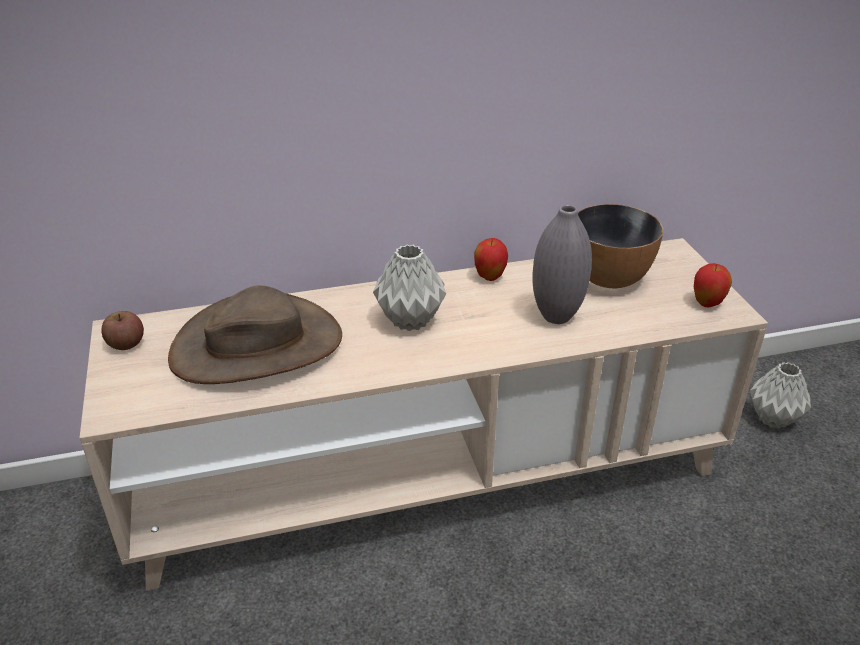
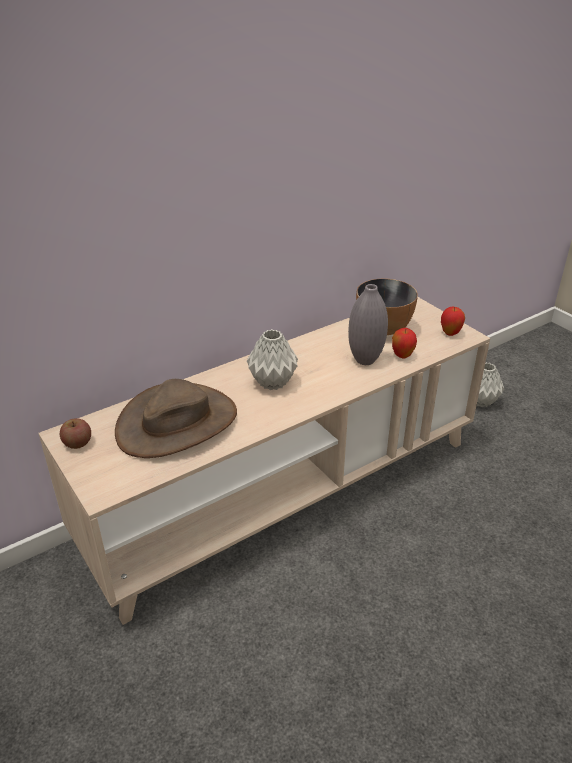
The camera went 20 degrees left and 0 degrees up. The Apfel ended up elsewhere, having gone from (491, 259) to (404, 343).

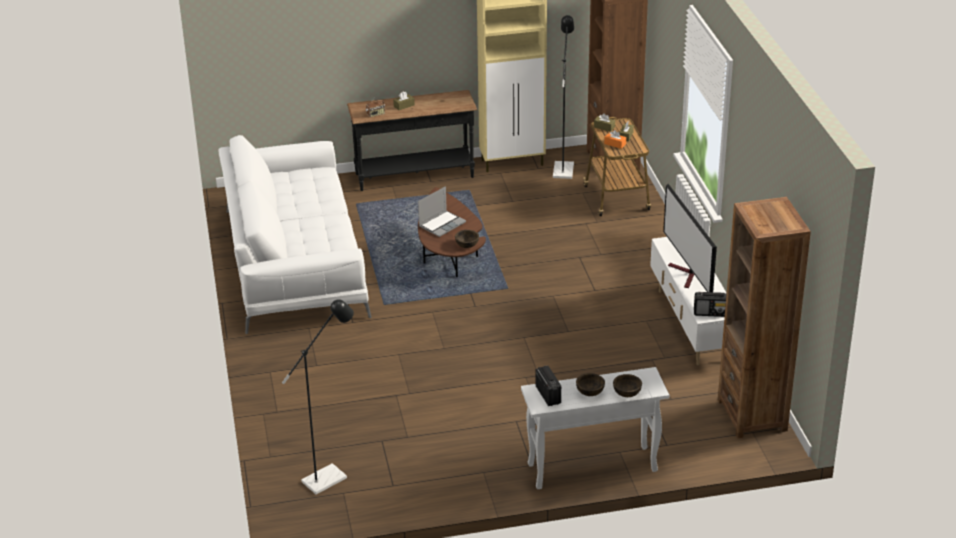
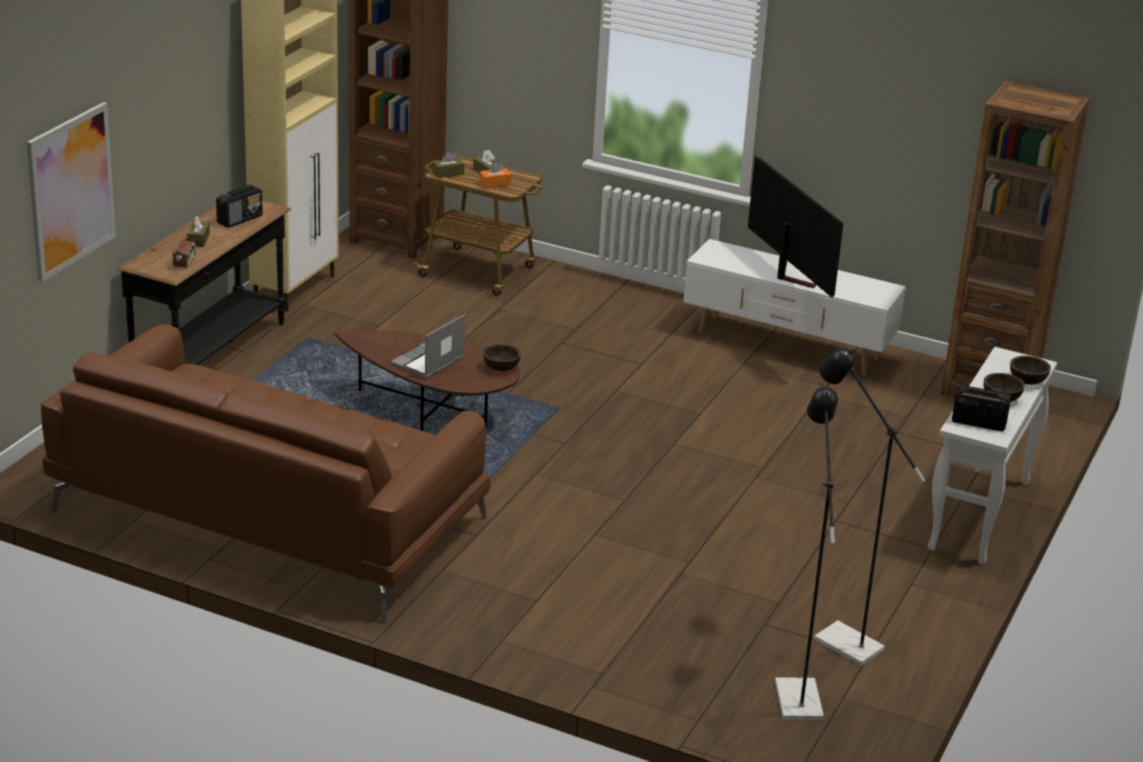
The camera went 55 degrees left and 5 degrees down. What was the Sofa/weiß at (295, 234) turned into the Sofa/braun at (266, 473). The Laptop at (442, 211) ended up facing another way, 135 degrees counterclockwise from before. The Stehlampe/schwarz ended up elsewhere, having gone from (563, 97) to (870, 506). The Fernseher at (690, 238) ended up facing another way, 135 degrees counterclockwise from before. The Radio ended up elsewhere, having gone from (710, 304) to (239, 206). The second view gained the Bild at (71, 192).

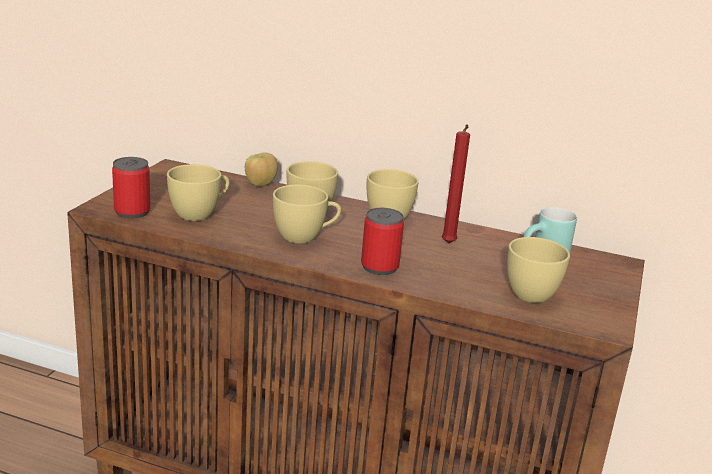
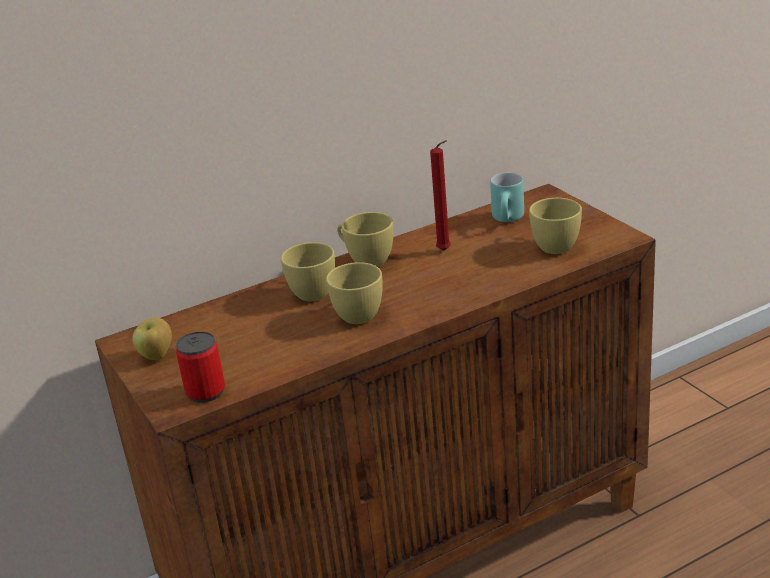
The camera went 45 degrees left and 5 degrees up. The second view lost the Tasse/gelb at (198, 192). The Apfel ended up elsewhere, having gone from (261, 170) to (152, 339). The second view lost the Dose at (382, 241).

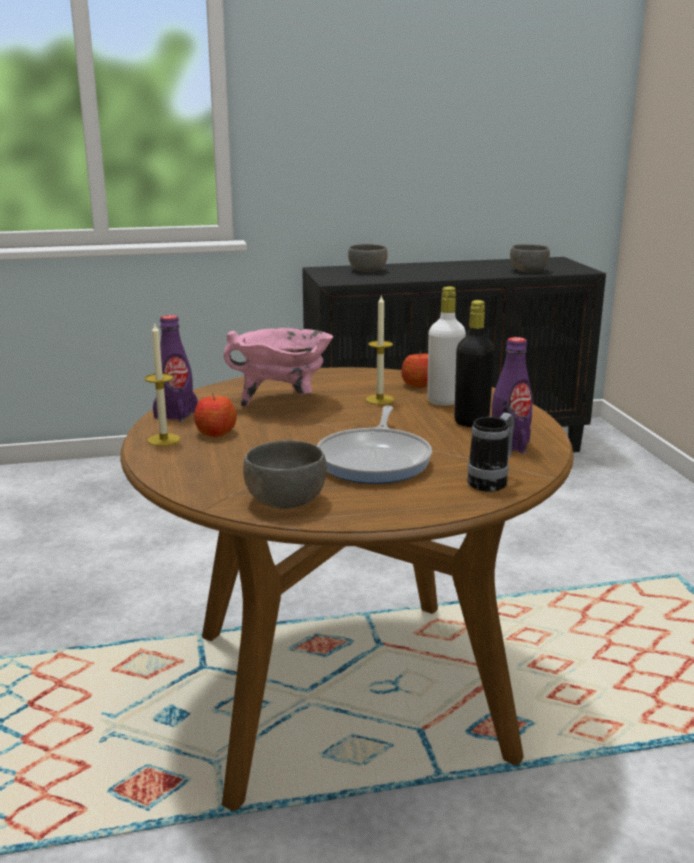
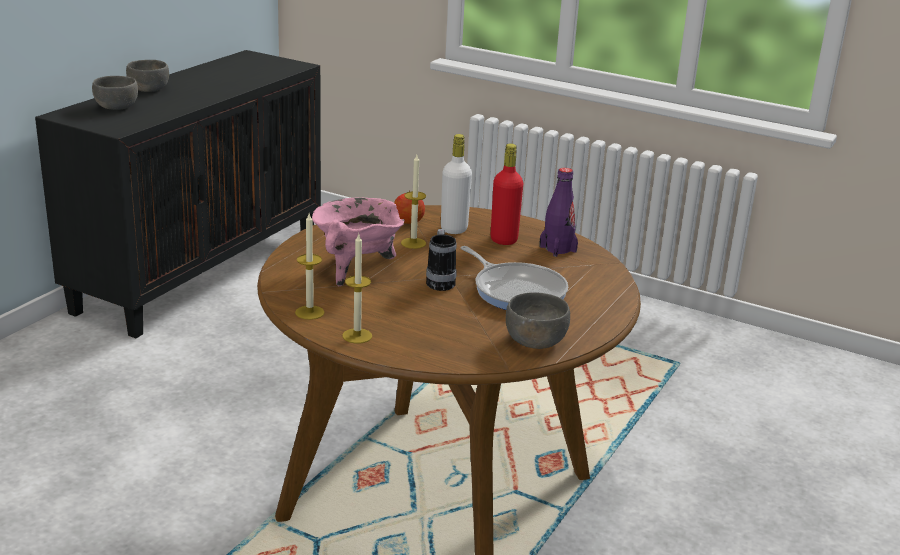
The camera went 50 degrees left and 5 degrees up. Where the Flasche/lila stood at (175, 368), the Kerze came to stand at (310, 267). The second view lost the Apfel at (215, 415). What was the Flasche/schwarz at (474, 363) turned into the Flasche/rot at (507, 194). The Henkelbecher ended up elsewhere, having gone from (490, 452) to (441, 260). The Schüssel/grau ended up elsewhere, having gone from (530, 258) to (147, 76).

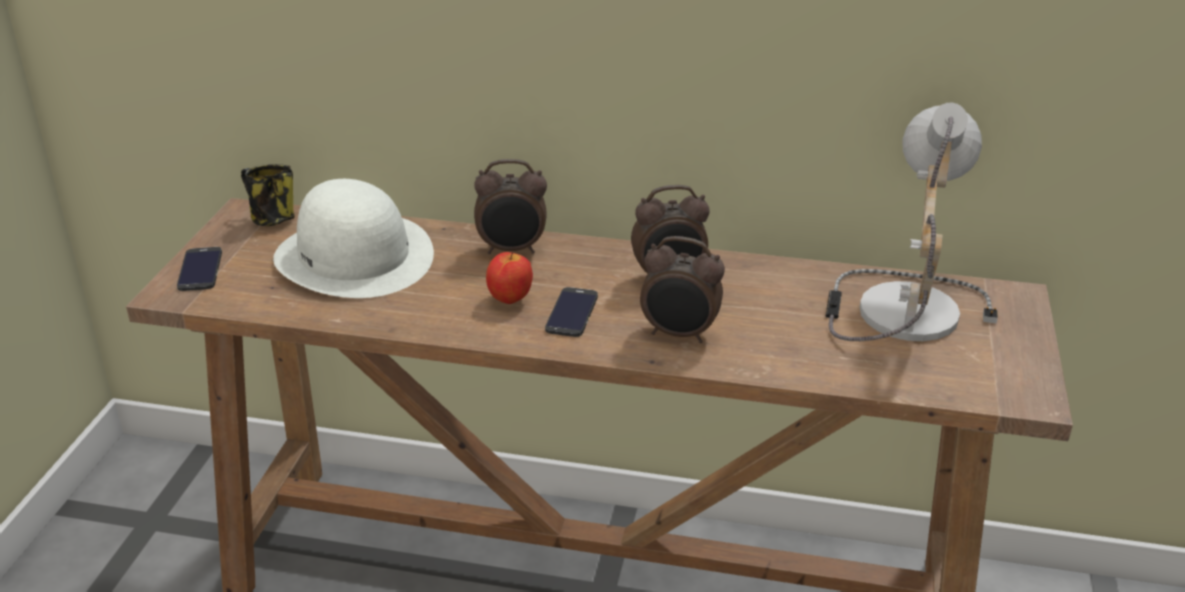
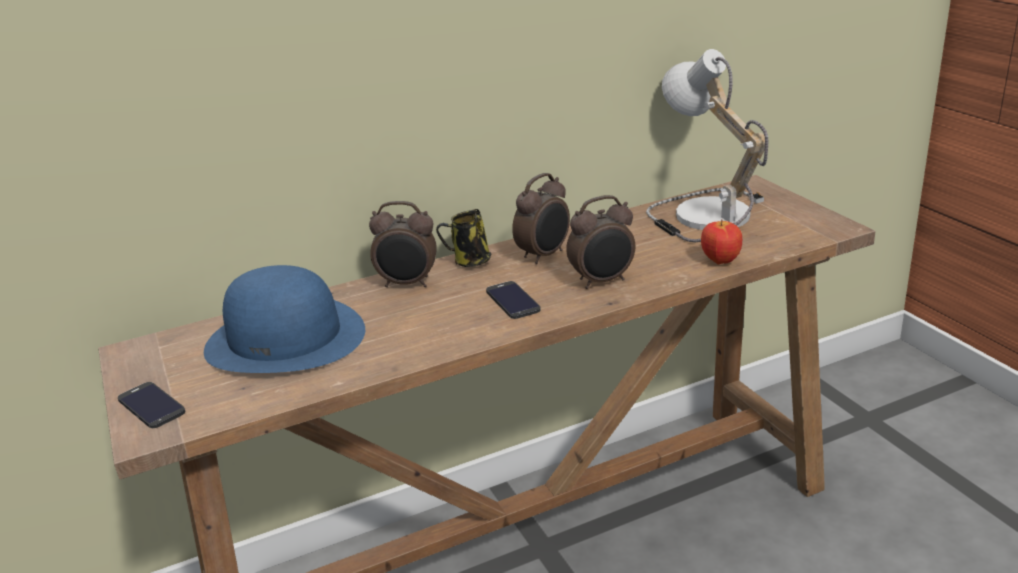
The camera went 35 degrees left and 5 degrees down. The Henkelbecher ended up elsewhere, having gone from (268, 195) to (464, 238). What was the Hut/weiß at (353, 238) turned into the Hut/blau at (284, 319). The Wecker at (510, 206) ended up facing another way, 45 degrees clockwise from before. The Apfel ended up elsewhere, having gone from (509, 278) to (721, 241).

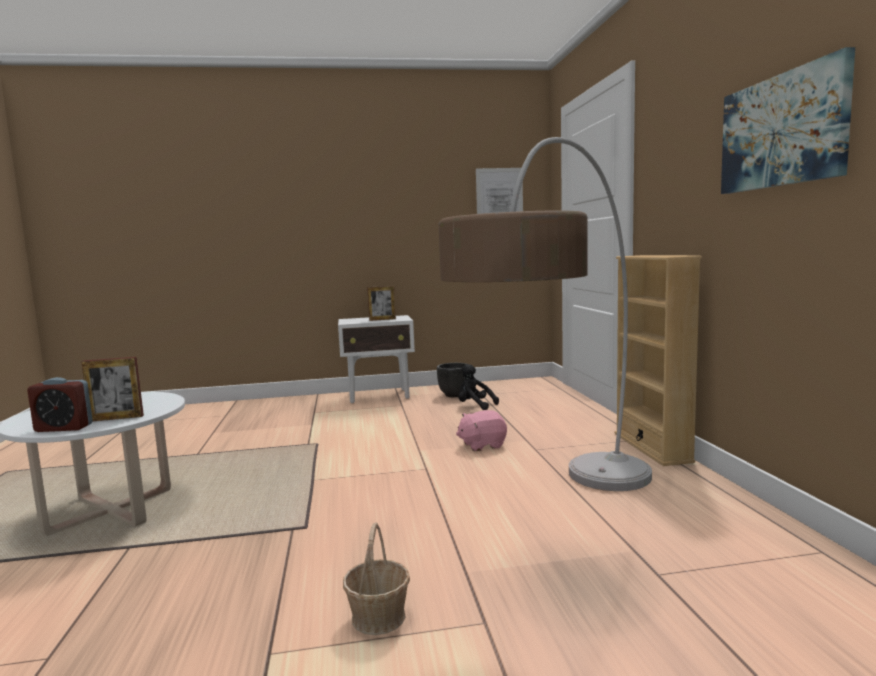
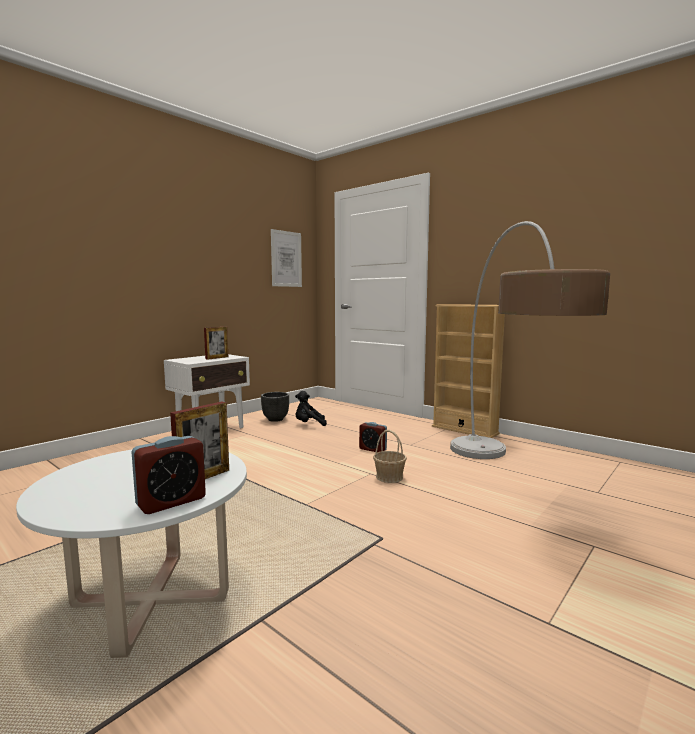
The camera went 40 degrees left and 0 degrees up. The Korb ended up elsewhere, having gone from (376, 579) to (390, 456). Where the Plüschtier/rosa stood at (481, 430), the Wecker came to stand at (373, 437). The second view lost the Bild at (788, 120).

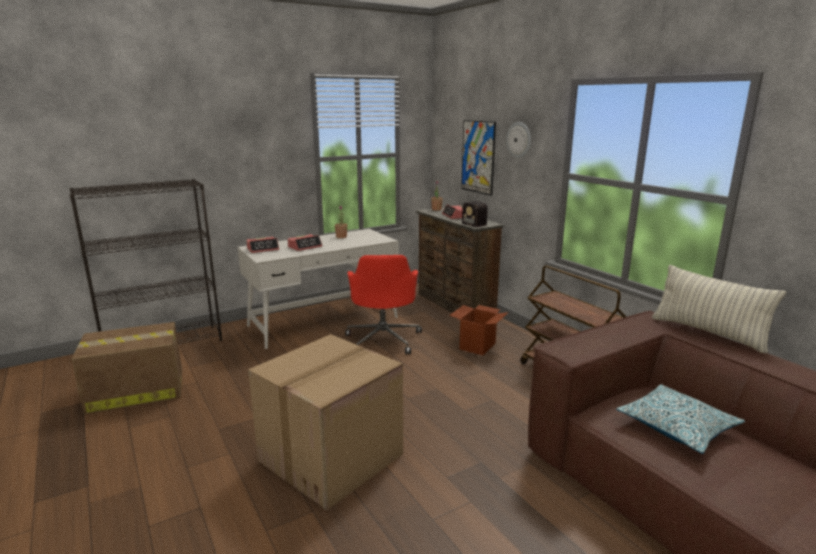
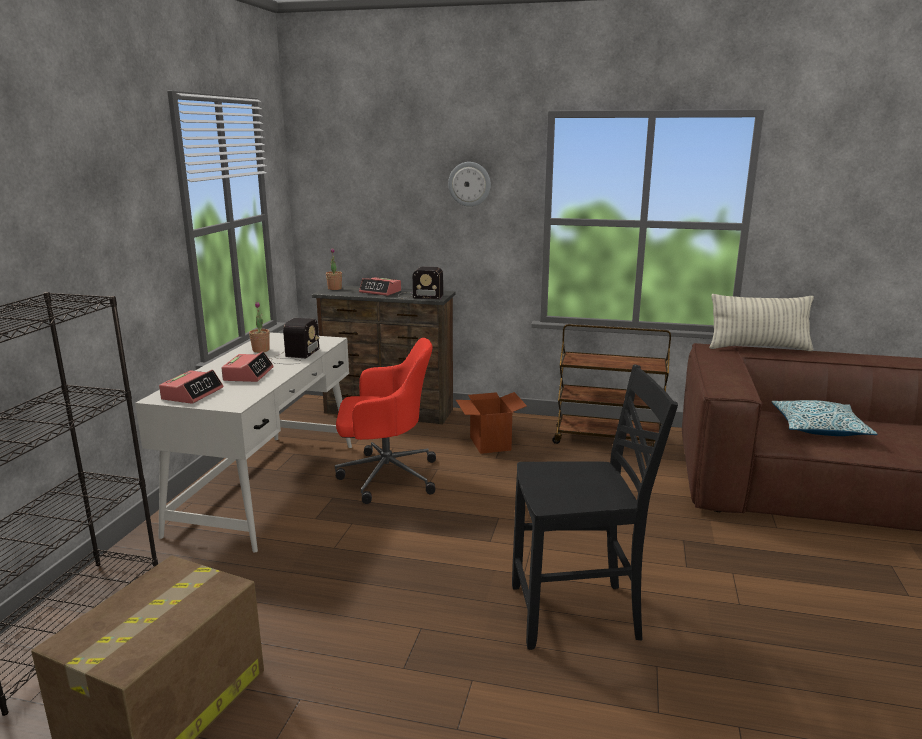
The camera went 45 degrees left and 0 degrees up. Where the Karton stood at (325, 422), the Stuhl/schwarz came to stand at (595, 507). The Bürostuhl/rot at (383, 304) ended up facing another way, 45 degrees counterclockwise from before. The second view lost the Bild at (478, 158). The second view gained the Radio at (295, 341).

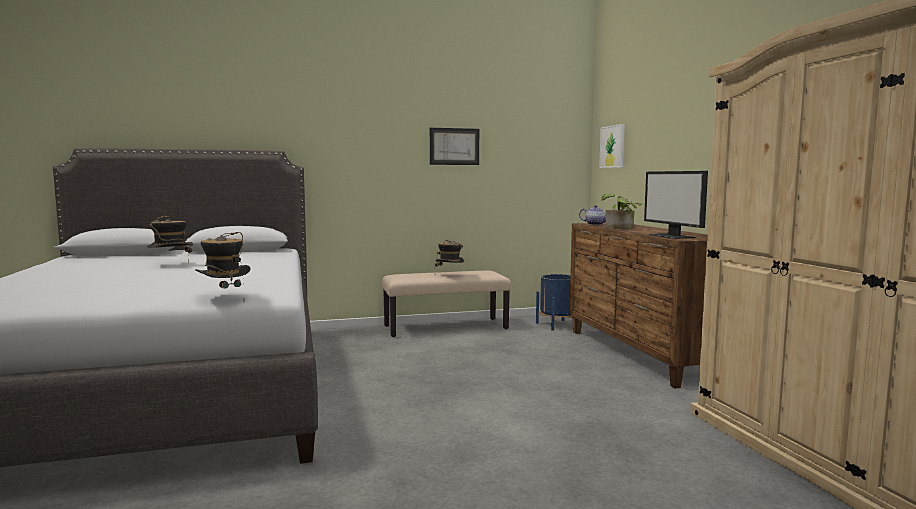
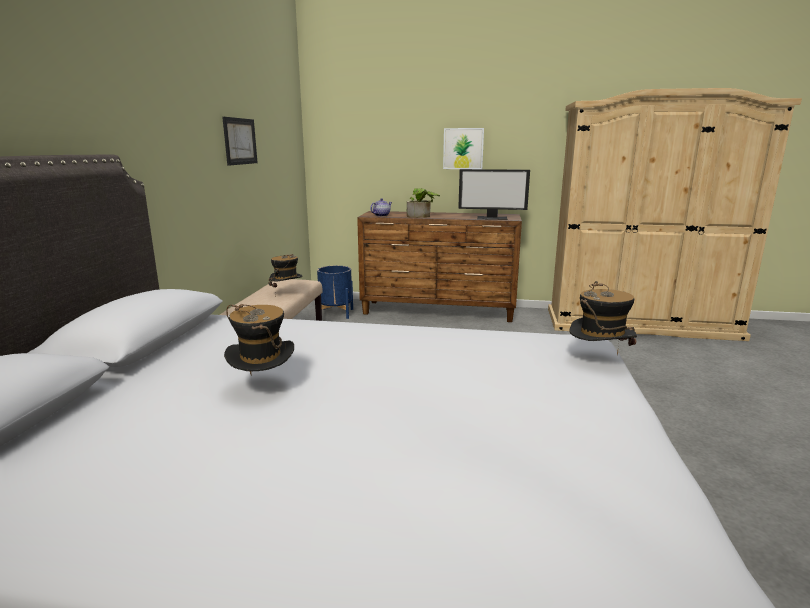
The camera went 65 degrees left and 10 degrees up. The Bild ended up elsewhere, having gone from (612, 146) to (463, 148).

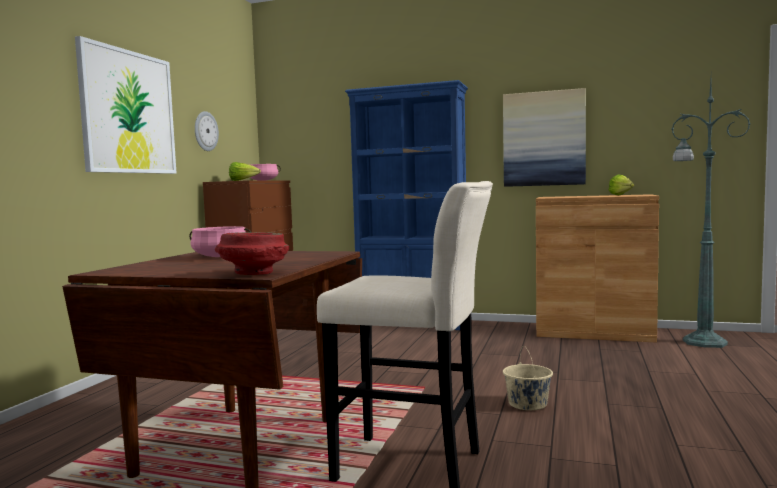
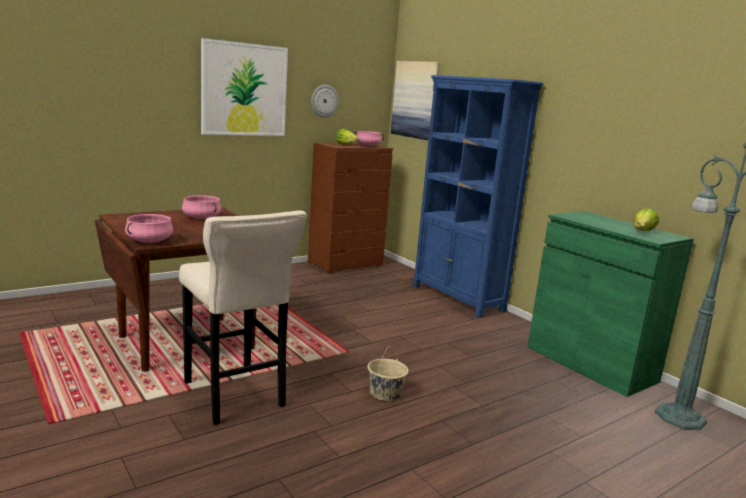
The camera went 35 degrees right and 10 degrees up. Where the Schüssel/rot stood at (252, 253), the Kochtopf/rosa came to stand at (149, 228). The Bild ended up elsewhere, having gone from (544, 137) to (416, 101). What was the Schrank/braun at (597, 268) turned into the Schrank/grün at (610, 304).

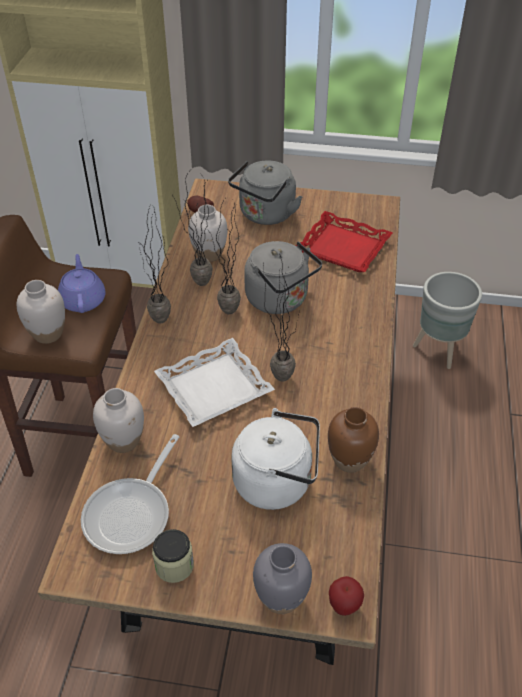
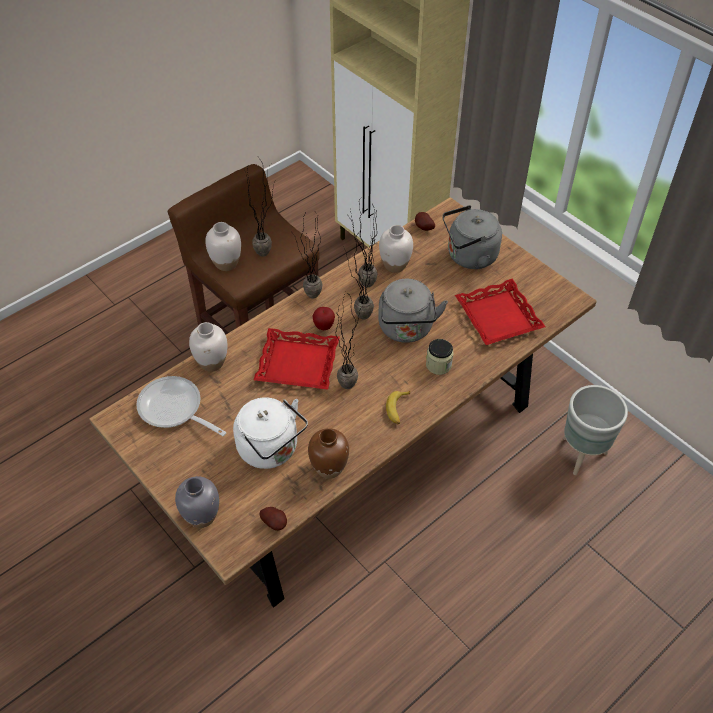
The camera went 40 degrees right and 5 degrees up. Where the Teekanne/lila stood at (81, 283), the Topfpflanze came to stand at (260, 207). The Pfanne at (130, 494) ended up facing another way, 60 degrees clockwise from before. The Vorratsglas ended up elsewhere, having gone from (173, 556) to (440, 357). What was the Tablett/weiß at (214, 382) turned into the Tablett/rot at (297, 359). The Apfel ended up elsewhere, having gone from (346, 596) to (323, 318). The second view gained the Kartoffel at (273, 519). The second view gained the Banane at (398, 407).

